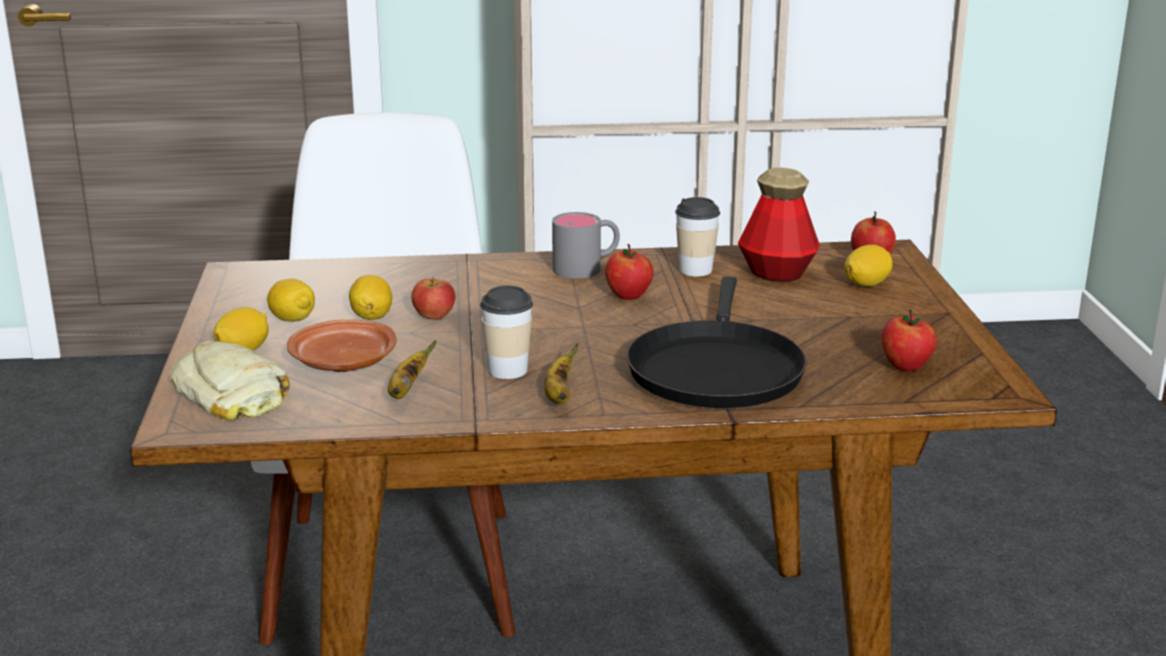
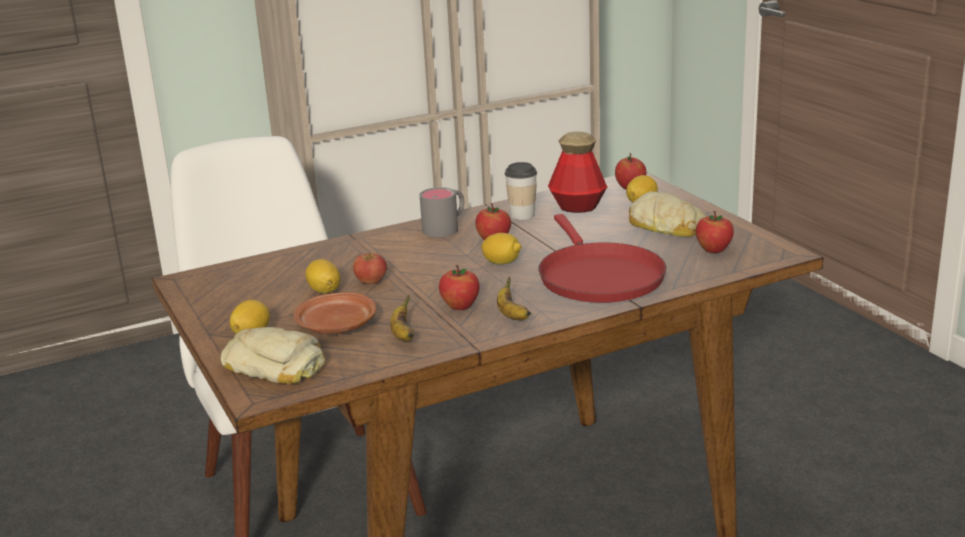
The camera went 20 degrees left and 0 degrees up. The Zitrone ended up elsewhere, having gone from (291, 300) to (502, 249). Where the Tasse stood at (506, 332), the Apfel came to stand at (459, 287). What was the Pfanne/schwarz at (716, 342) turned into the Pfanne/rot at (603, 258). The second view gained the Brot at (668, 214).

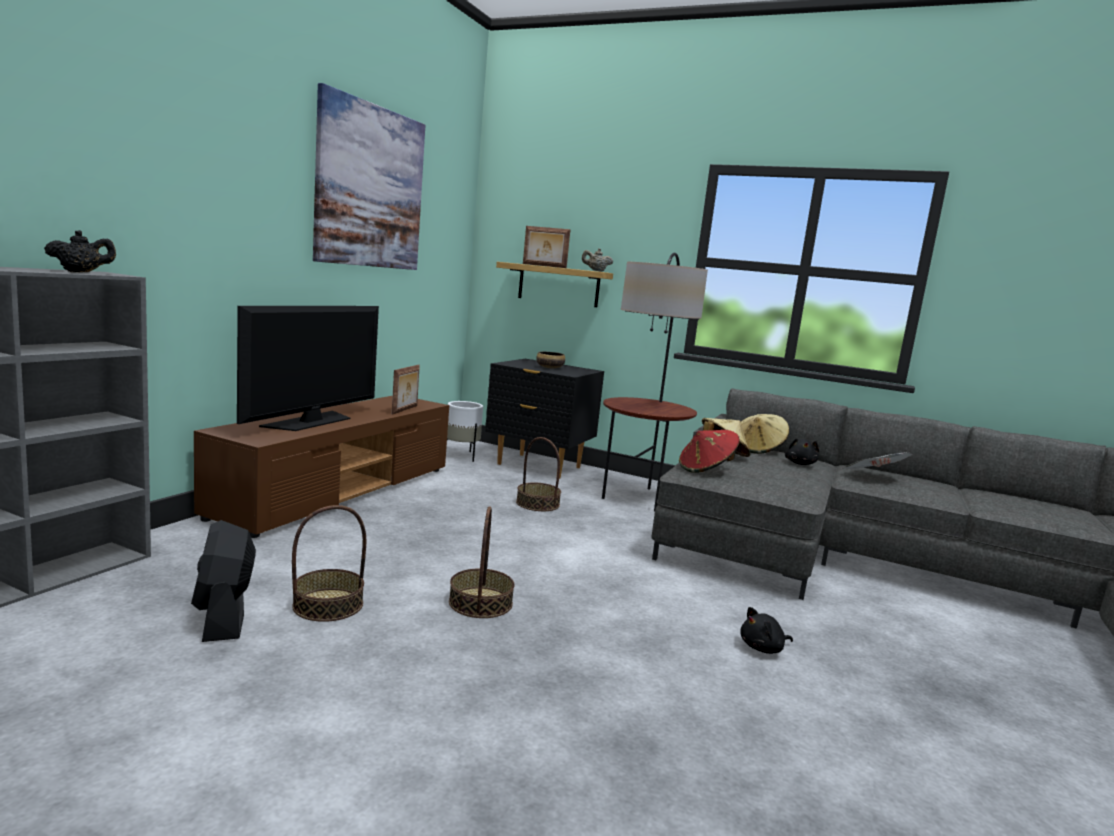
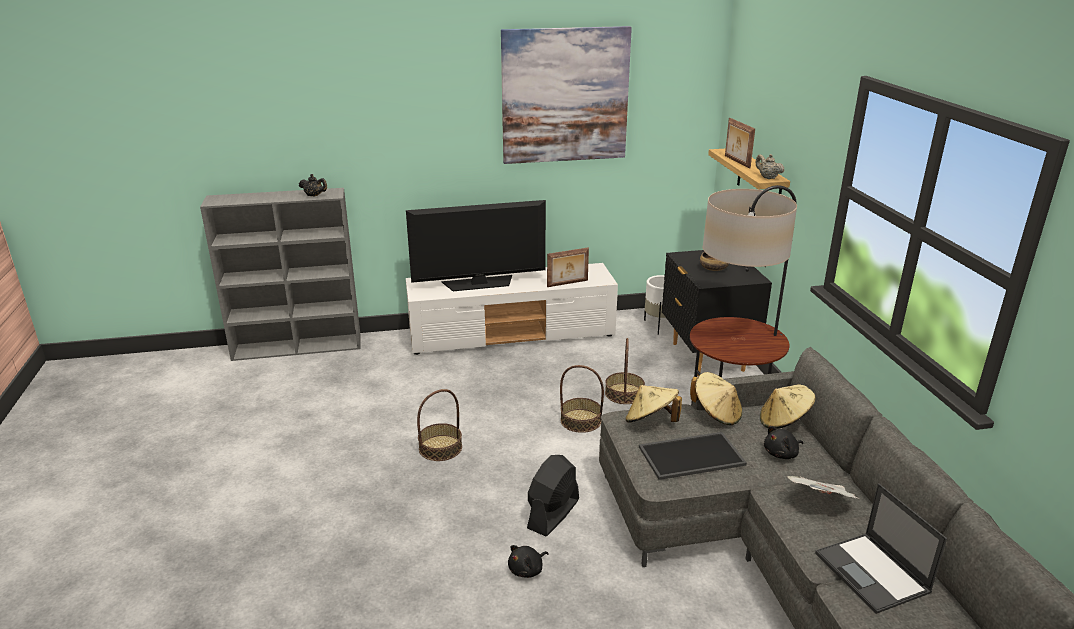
The camera went 55 degrees right and 15 degrees up. The Ventilator/schwarz ended up elsewhere, having gone from (223, 581) to (553, 495). What was the Fernsehschrank/braun at (321, 467) turned into the Fernsehschrank/weiß at (512, 309). The Korb ended up elsewhere, having gone from (329, 563) to (582, 399). What was the Hut/rot at (709, 451) turned into the Hut/beige at (654, 403). The Plüschtier/schwarz at (766, 630) ended up facing another way, 75 degrees counterclockwise from before. The second view gained the Tablett at (693, 456). The second view gained the Laptop at (881, 548).

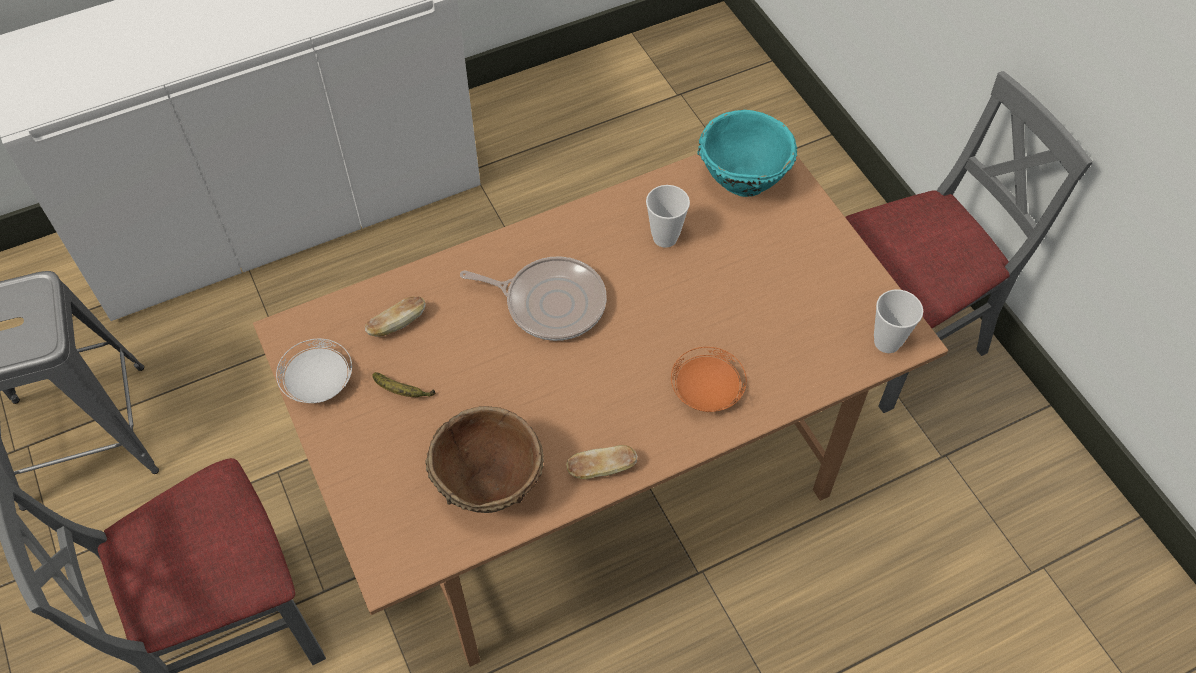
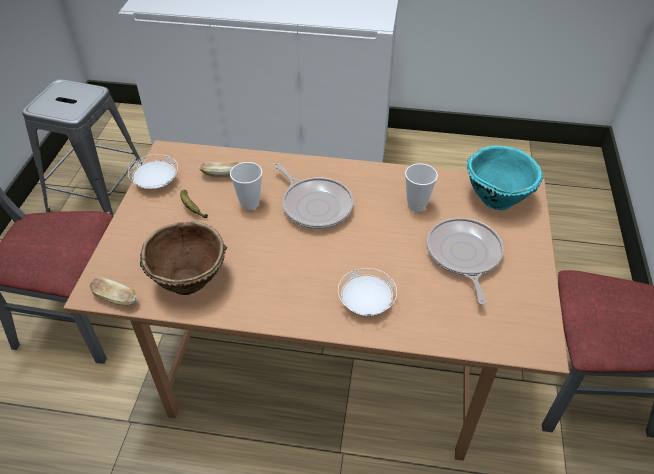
The camera went 35 degrees right and 10 degrees down. The Brot ended up elsewhere, having gone from (602, 462) to (113, 292). What was the Teller/orange at (709, 379) turned into the Teller/weiß at (367, 292). The Tasse ended up elsewhere, having gone from (898, 321) to (246, 186). The second view gained the Pfanne at (465, 261).

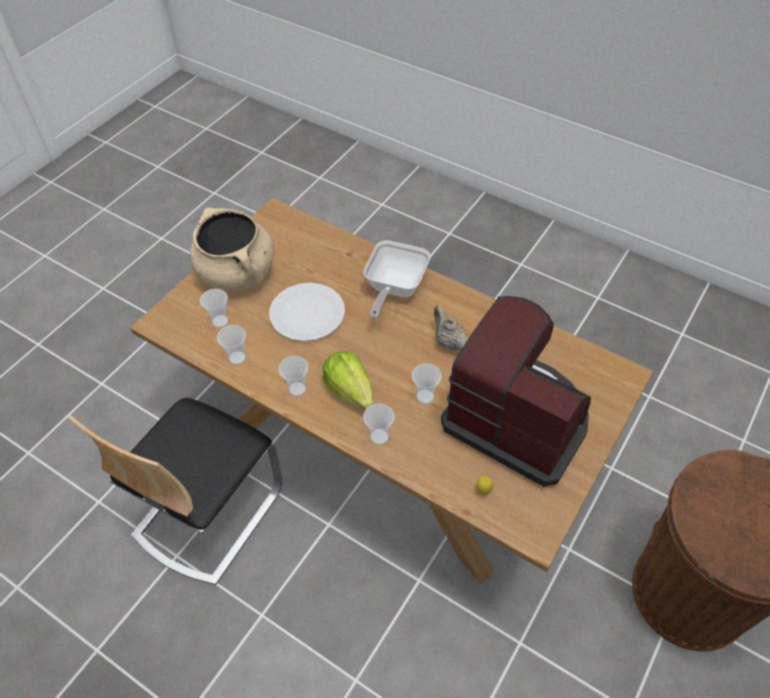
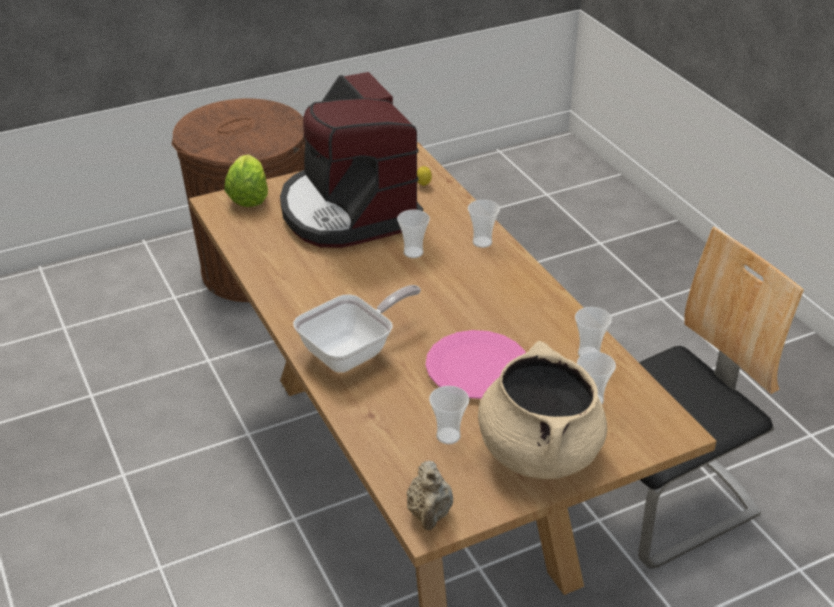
The camera went 150 degrees left and 15 degrees down. What was the Teller/weiß at (307, 312) turned into the Teller/rosa at (476, 364). The Tasse ended up elsewhere, having gone from (293, 376) to (449, 415). The Salatkopf ended up elsewhere, having gone from (348, 380) to (246, 180). The Teekanne/beige ended up elsewhere, having gone from (451, 328) to (429, 495).

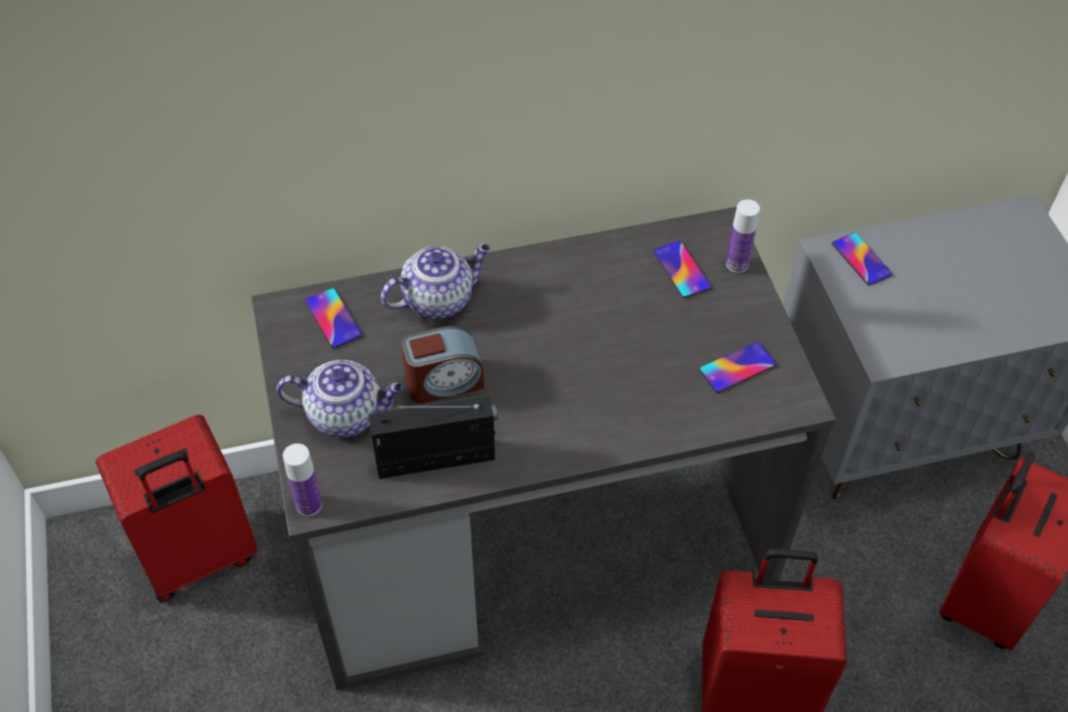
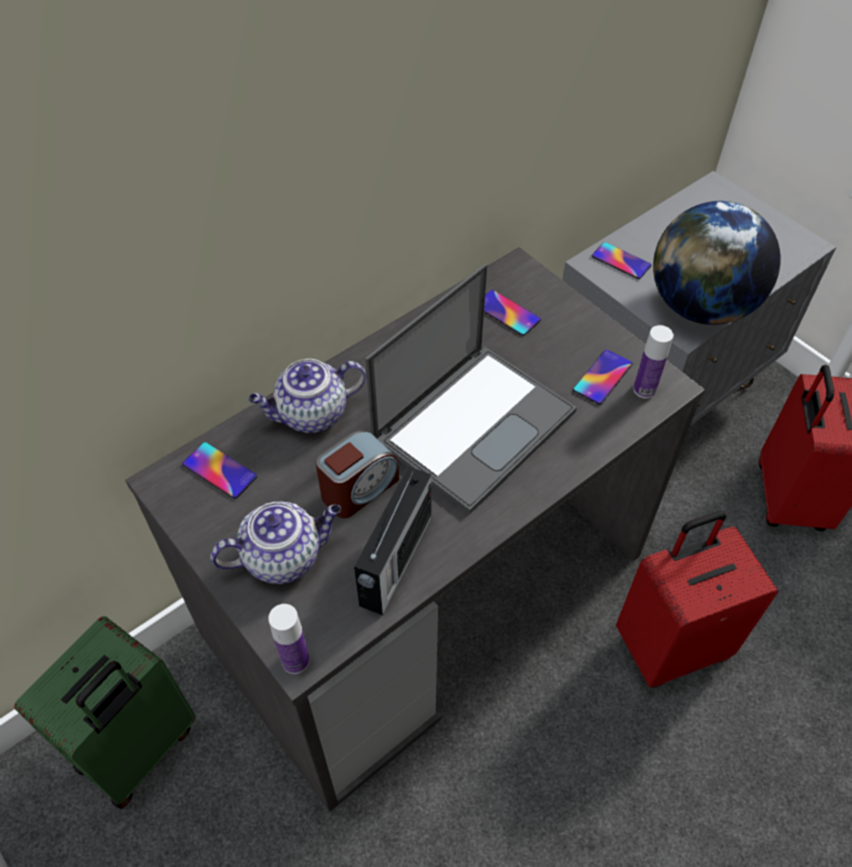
The camera went 25 degrees left and 0 degrees up. What was the Koffer/rot at (177, 508) turned into the Koffer/grün at (104, 712). The Radio at (433, 437) ended up facing another way, 150 degrees clockwise from before. The Teekanne at (435, 281) ended up facing another way, 150 degrees counterclockwise from before. The Flasche ended up elsewhere, having gone from (743, 236) to (653, 361). The second view gained the Laptop at (471, 388). The second view gained the Globus at (717, 263).

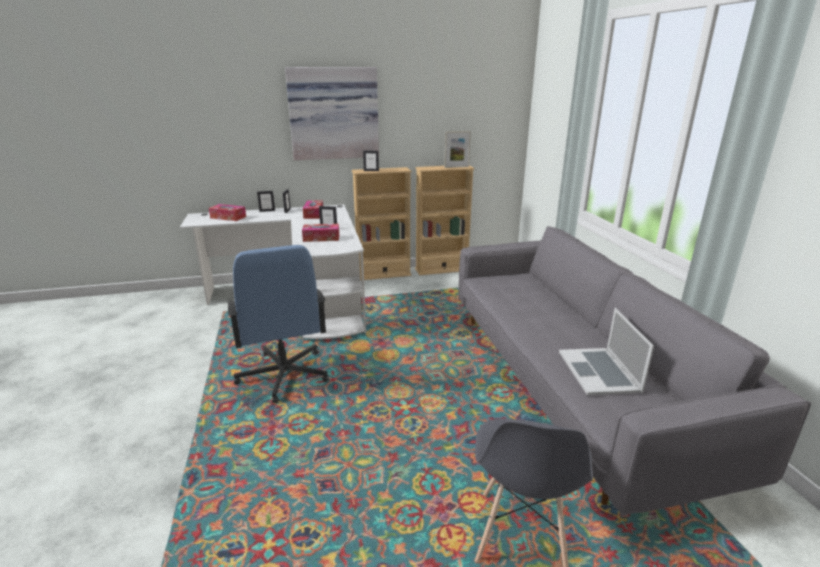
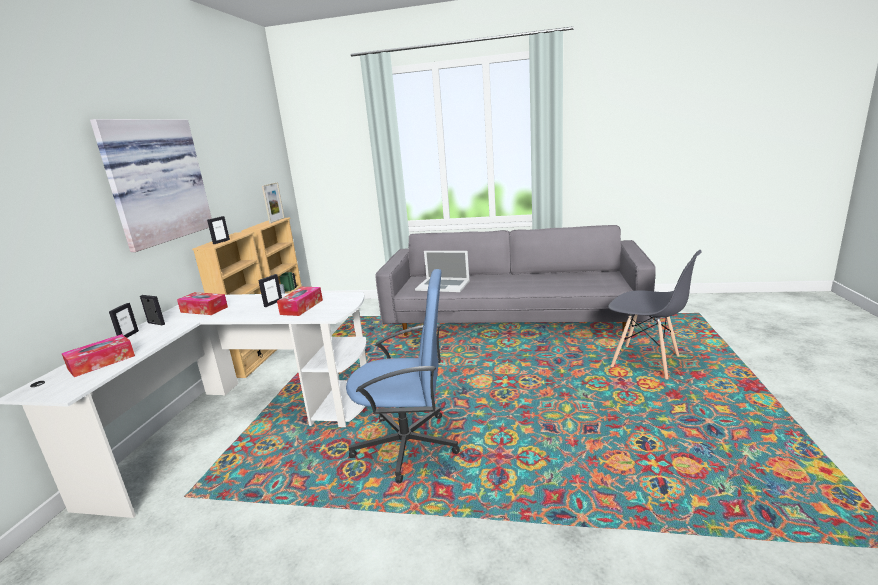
The camera went 65 degrees left and 5 degrees down. The Laptop ended up elsewhere, having gone from (606, 351) to (442, 271).

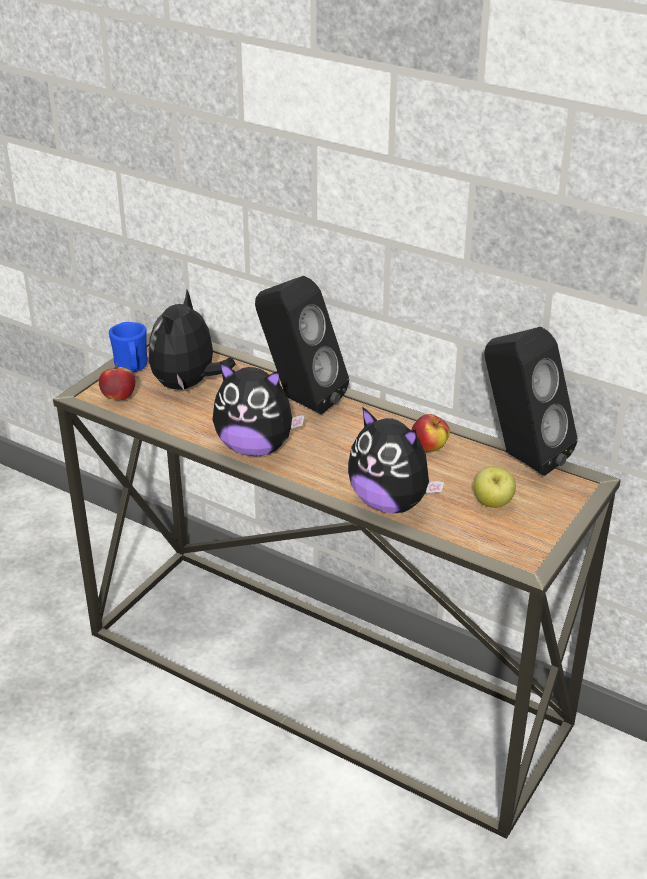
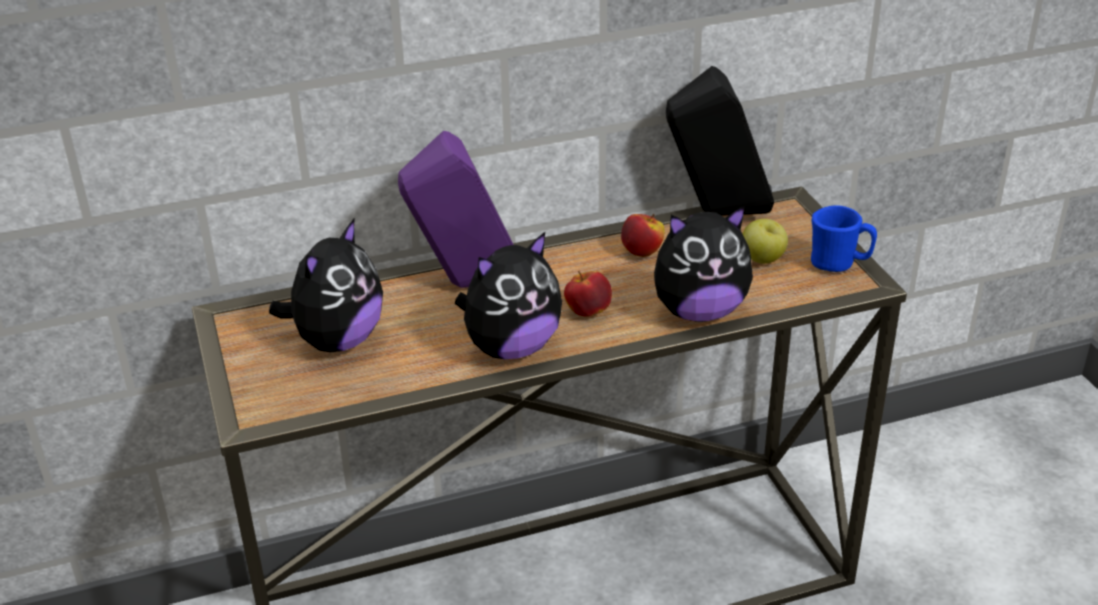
The camera went 50 degrees left and 0 degrees up. The Apfel ended up elsewhere, having gone from (117, 381) to (588, 294). The Henkelbecher/blau ended up elsewhere, having gone from (128, 347) to (844, 238). The Plüschtier at (192, 340) ended up facing another way, 120 degrees counterclockwise from before. What was the Lautsprecher/schwarz at (302, 345) turned into the Lautsprecher/lila at (455, 209).

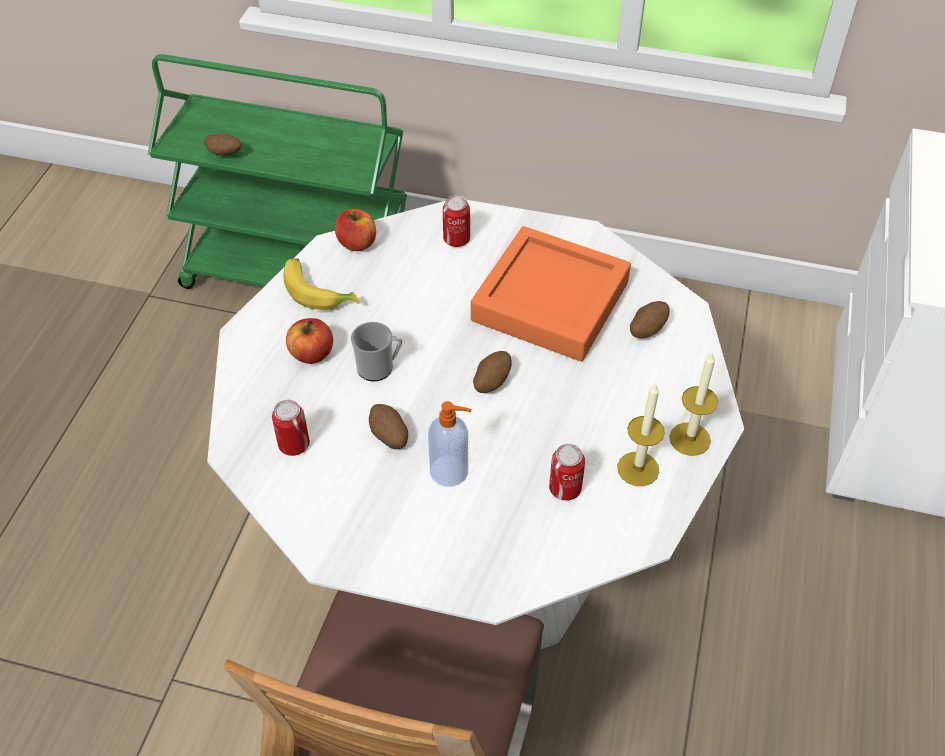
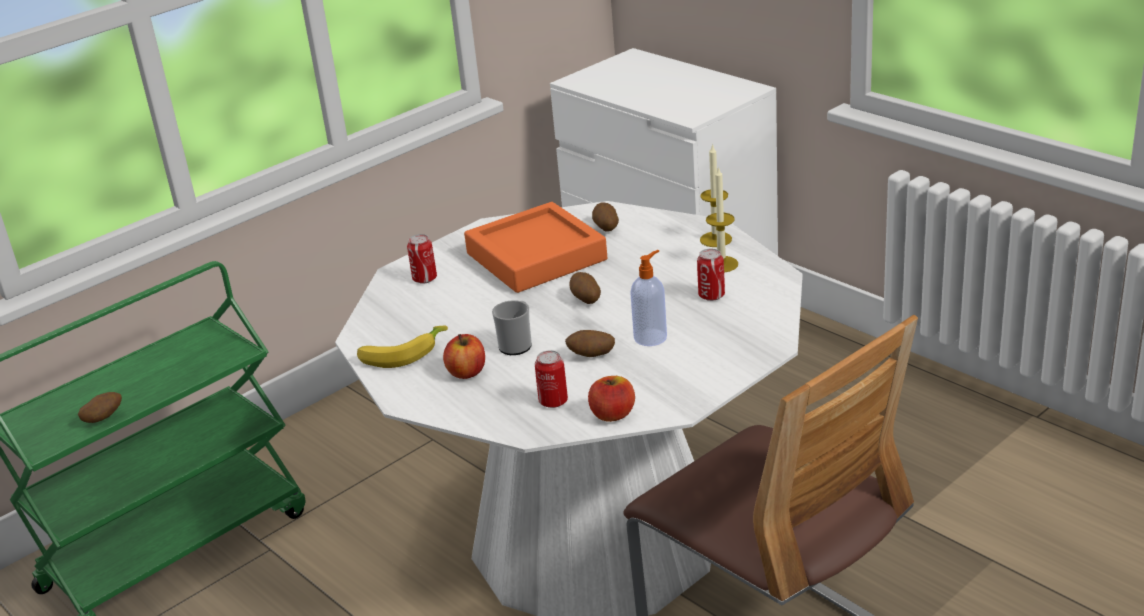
The camera went 55 degrees left and 20 degrees down. The Apfel ended up elsewhere, having gone from (355, 230) to (611, 399).

